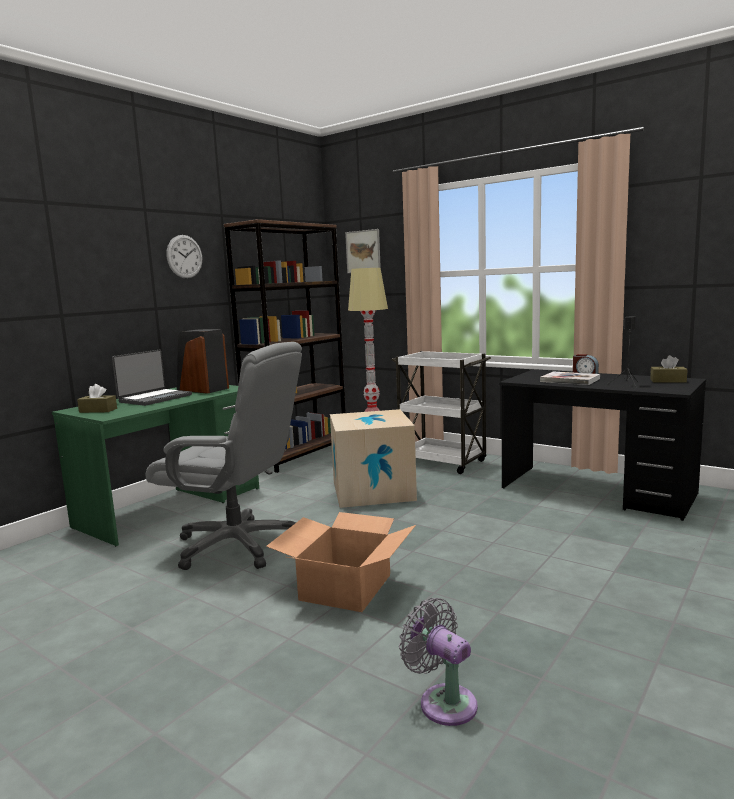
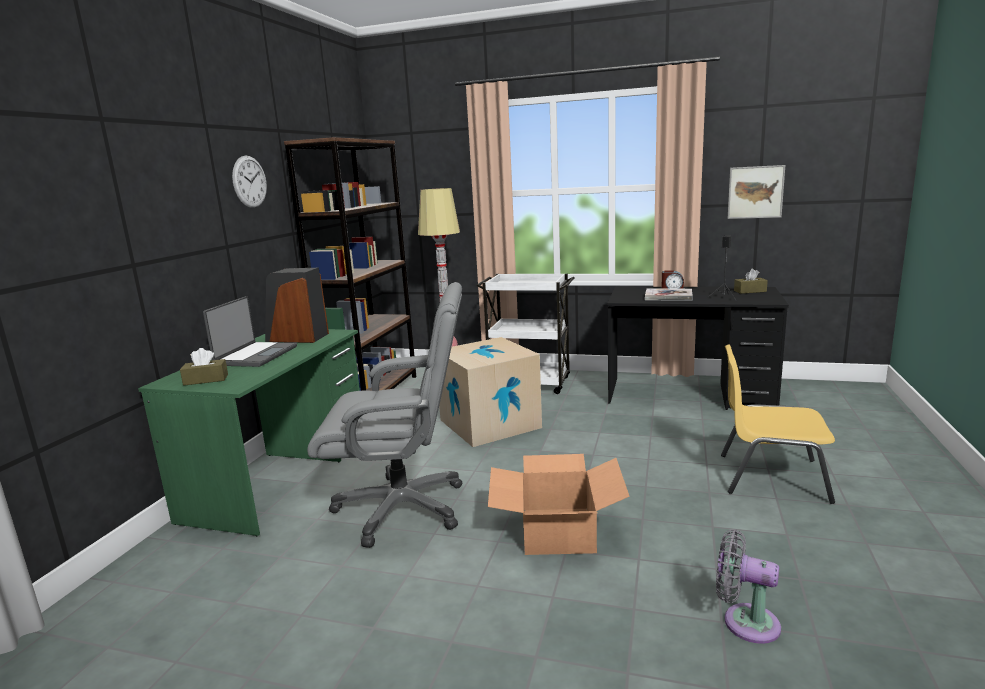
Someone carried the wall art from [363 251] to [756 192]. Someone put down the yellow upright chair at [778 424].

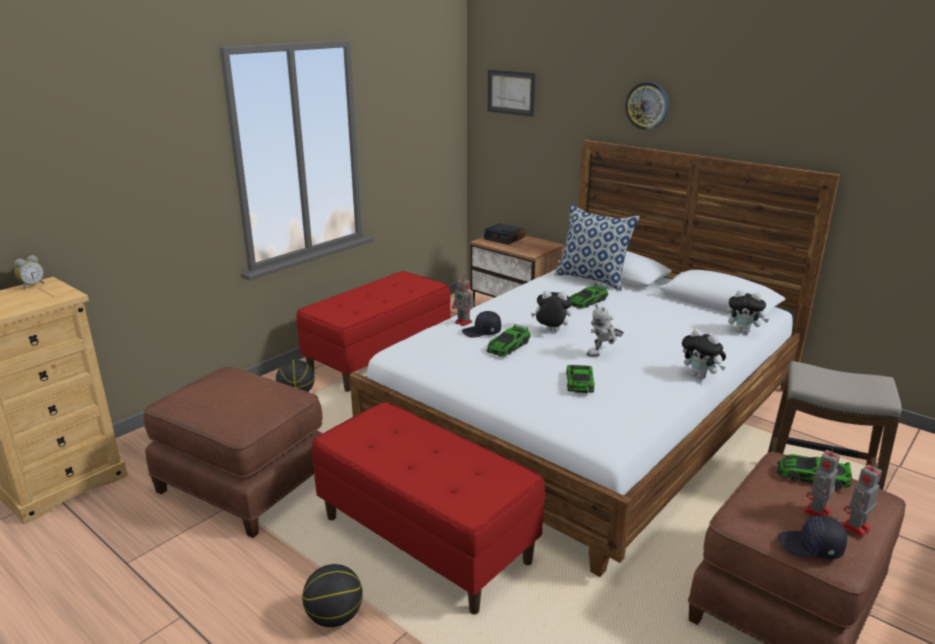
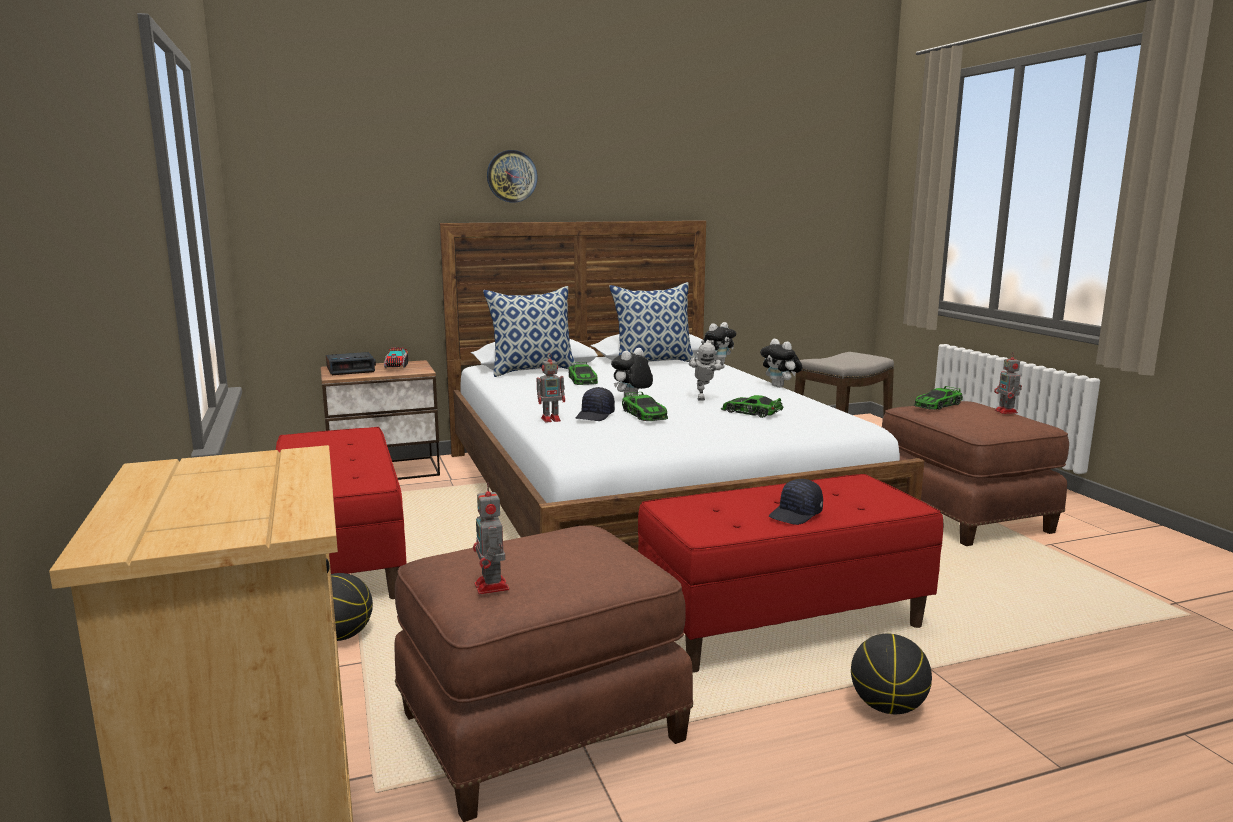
Someone took away the bedside clock at [29 272]. Someone took away the wall art at [512 93]. Someone rotated the cuddly toy at [704 354] by 75 degrees clockwise. Someone carried the blackish peaked cap from [812 537] to [796 502]. Someone carried the toy robot from [821 482] to [491 538]. Someone put down the model truck at [396 357]. Someone put down the cushion at [652 322].

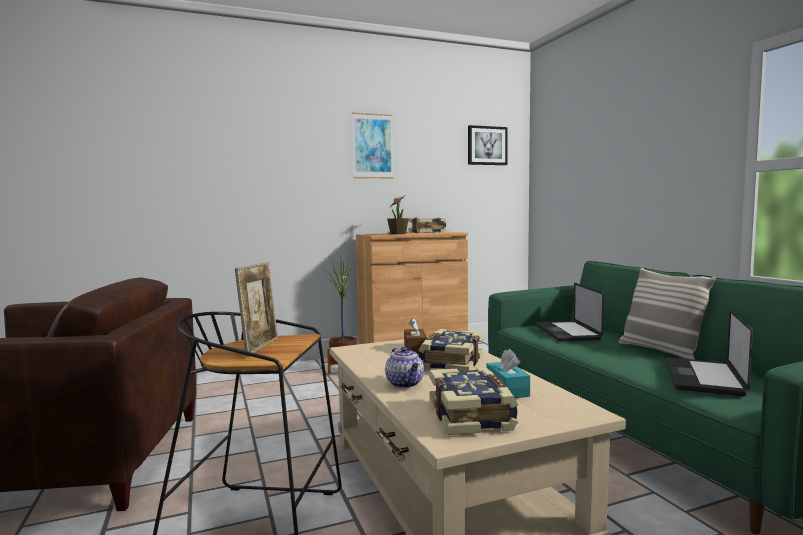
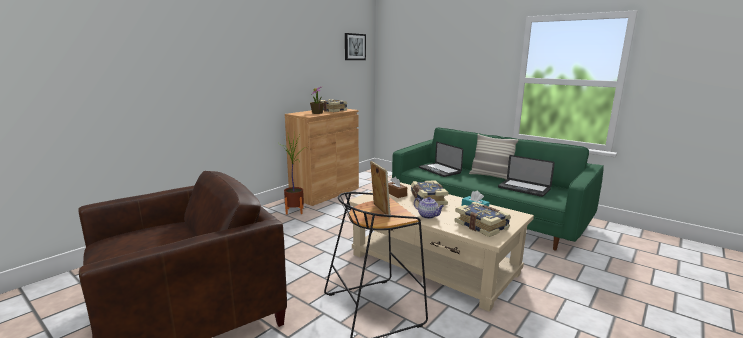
Someone took away the wall art at [373 145]. Someone rotated the notebook computer at [709 352] by 45 degrees counterclockwise.

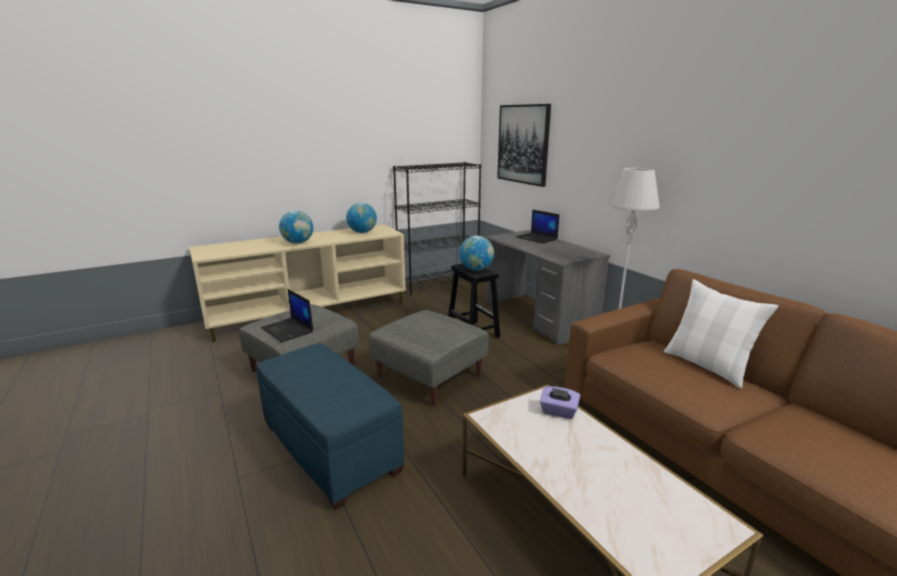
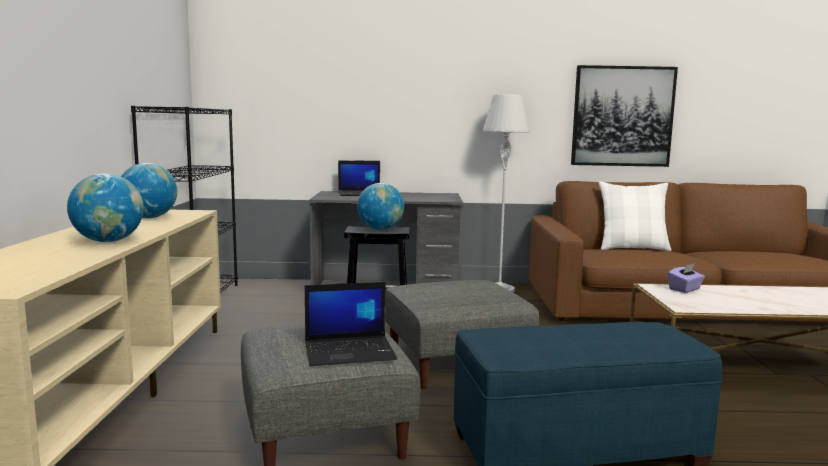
Someone carried the wall art from [524 145] to [624 116].

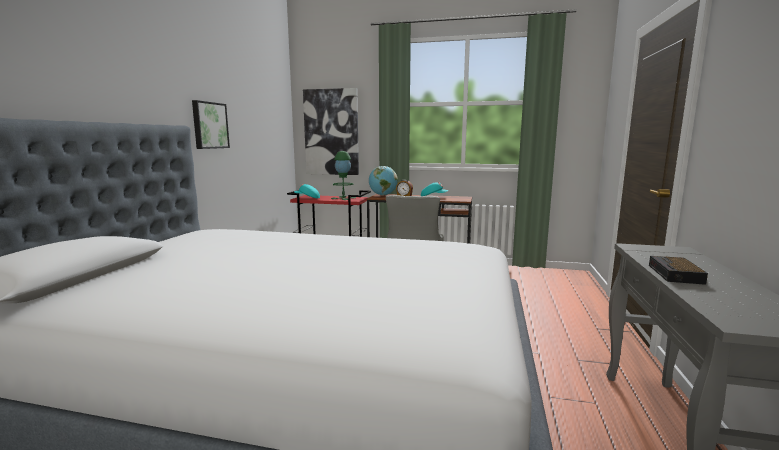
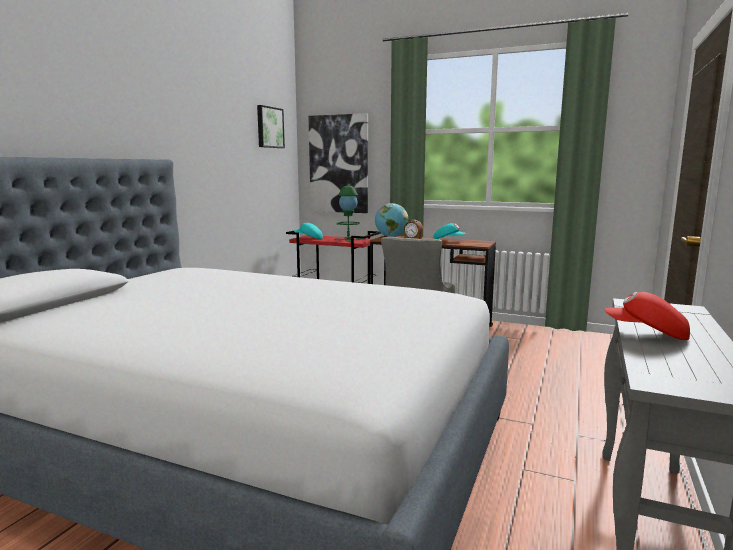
Someone carried the wall art from [211 124] to [271 126]. Someone swapped the bedside clock at [678 270] for the reddish peaked cap at [647 316].

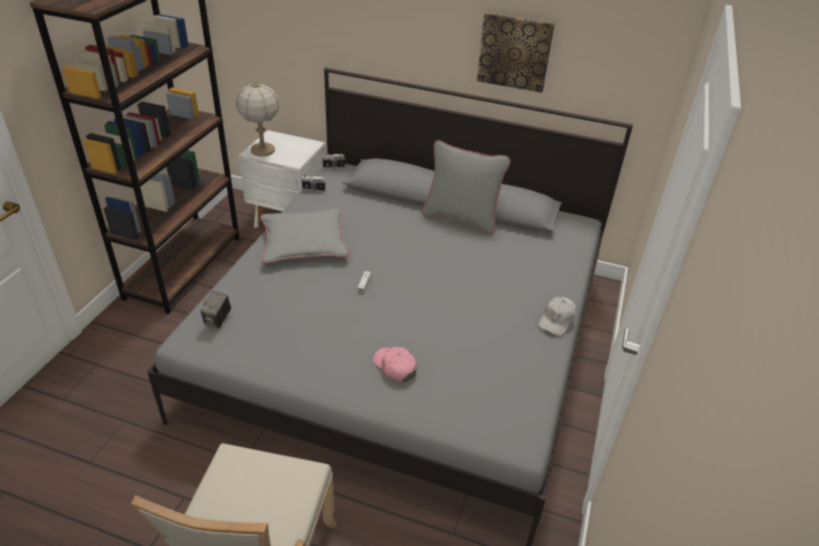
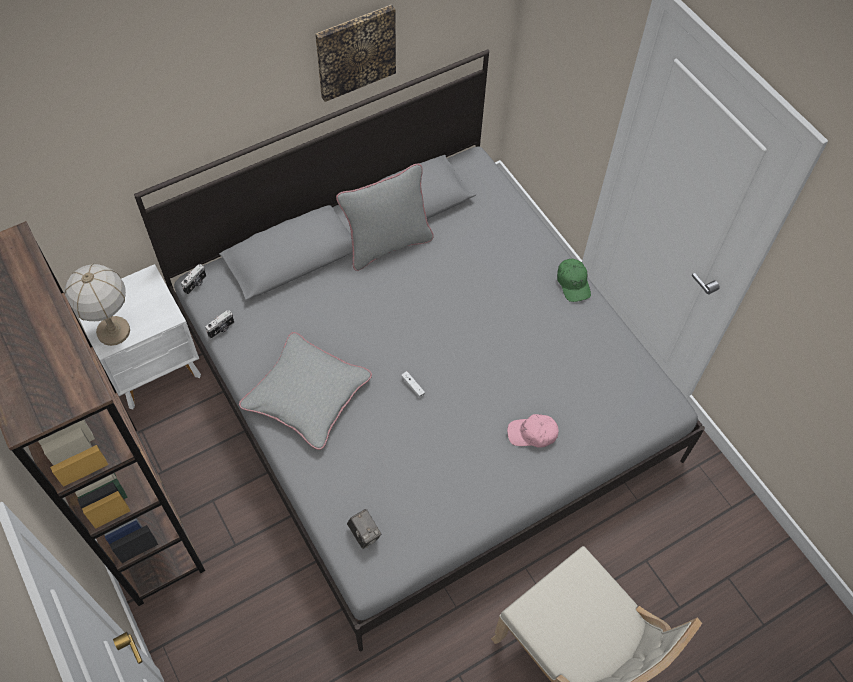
Someone repainted the white-coloured peaked cap at [557 316], which became the green peaked cap at [574 280].

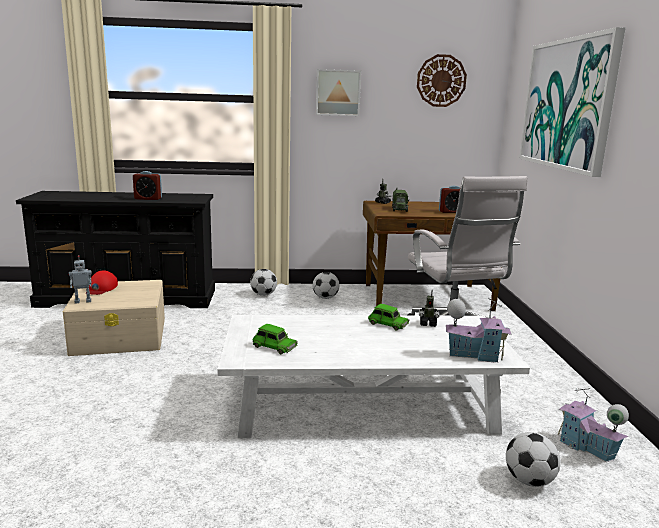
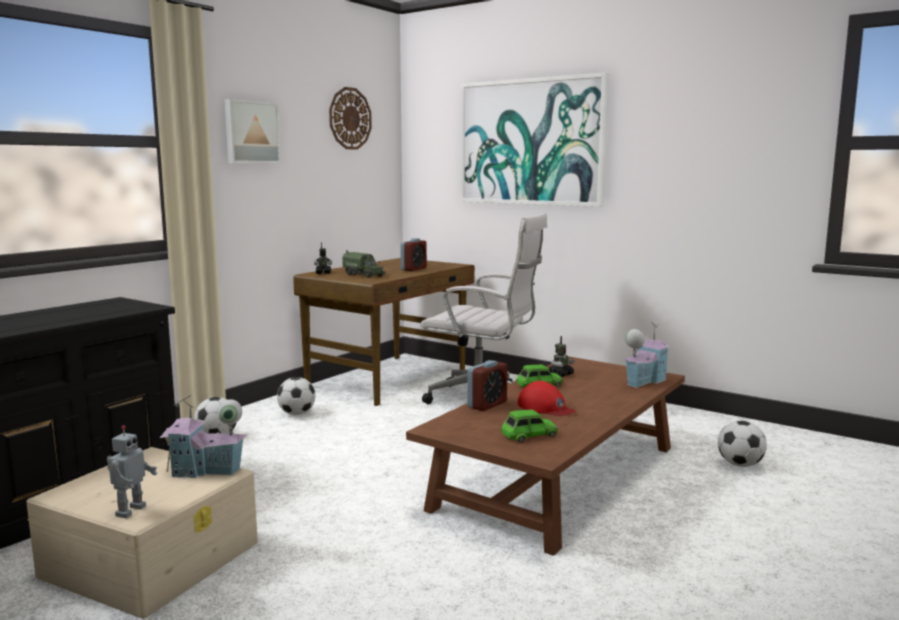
Someone carried the reddish peaked cap from [101 282] to [547 398]. Someone carried the bedside clock from [147 185] to [487 385]. Someone repainted the white-coloured lounge table at [373 376], which became the brown lounge table at [545 456]. Someone carried the model house from [593 425] to [203 437].

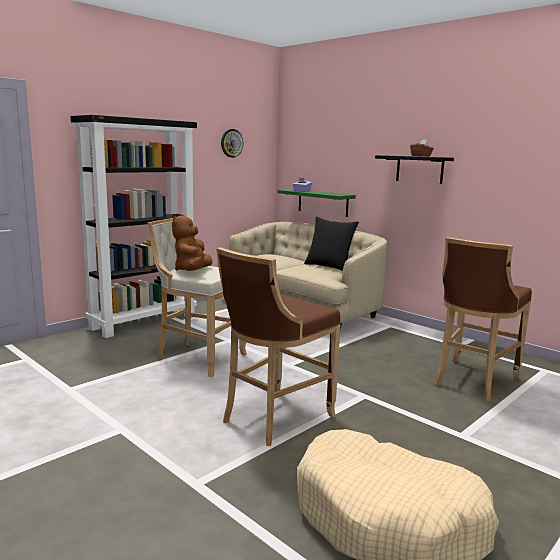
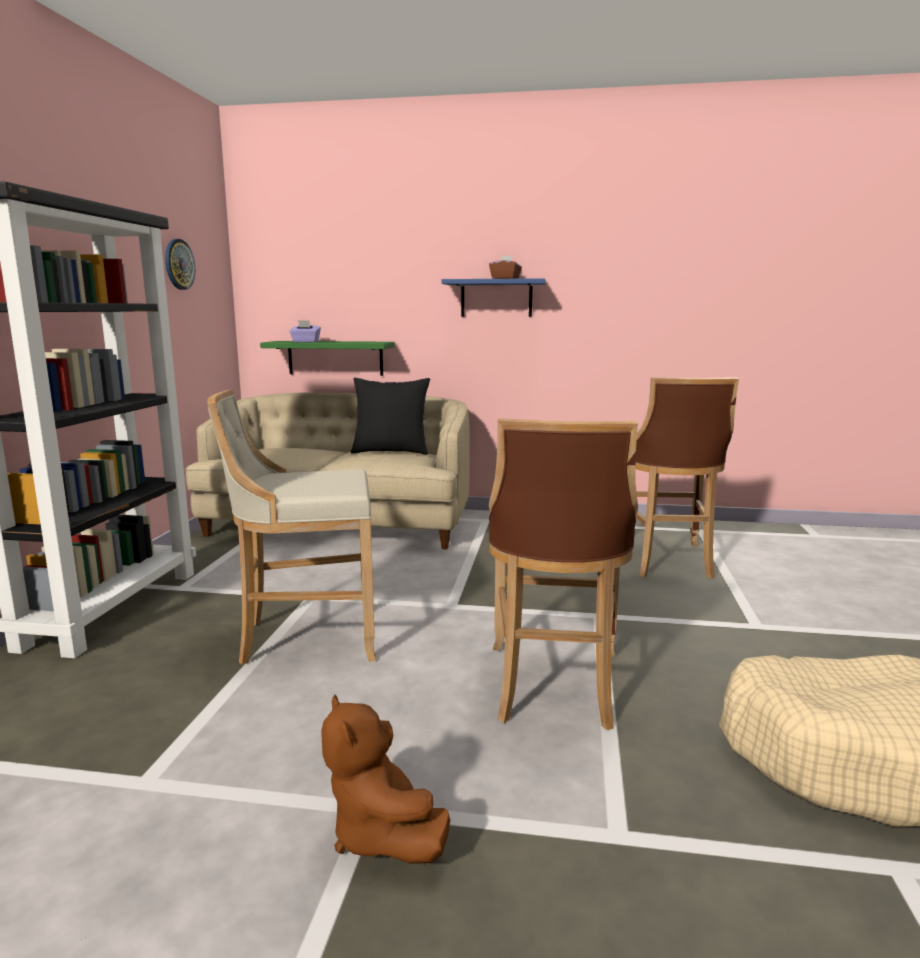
Someone carried the brown cuddly toy from [192 243] to [385 779]. Someone repainted the blackish bracket shelf at [414 169], which became the blue-coloured bracket shelf at [494 297].

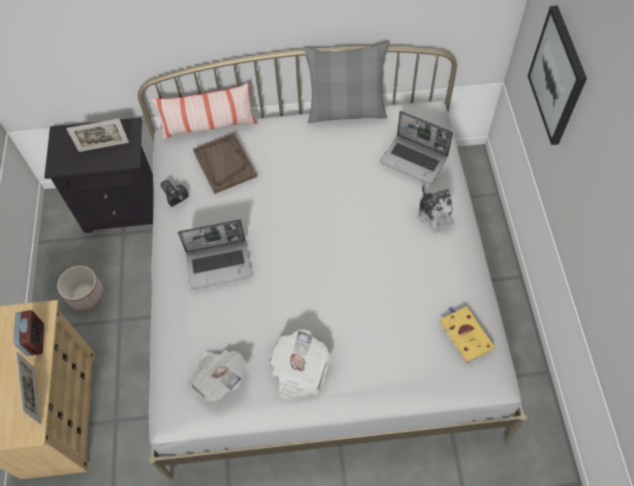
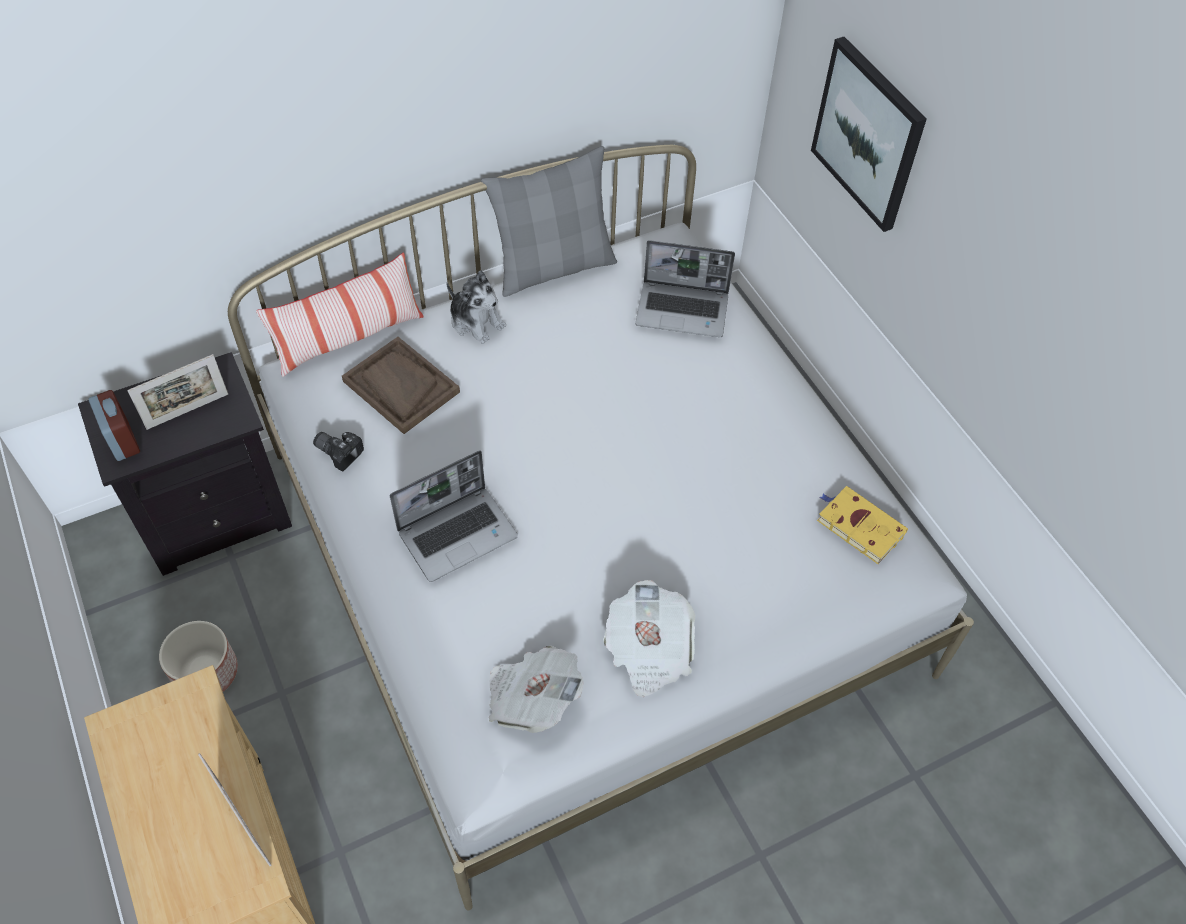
Someone carried the bedside clock from [28 333] to [114 425]. Someone carried the cuddly toy from [436 209] to [476 307].

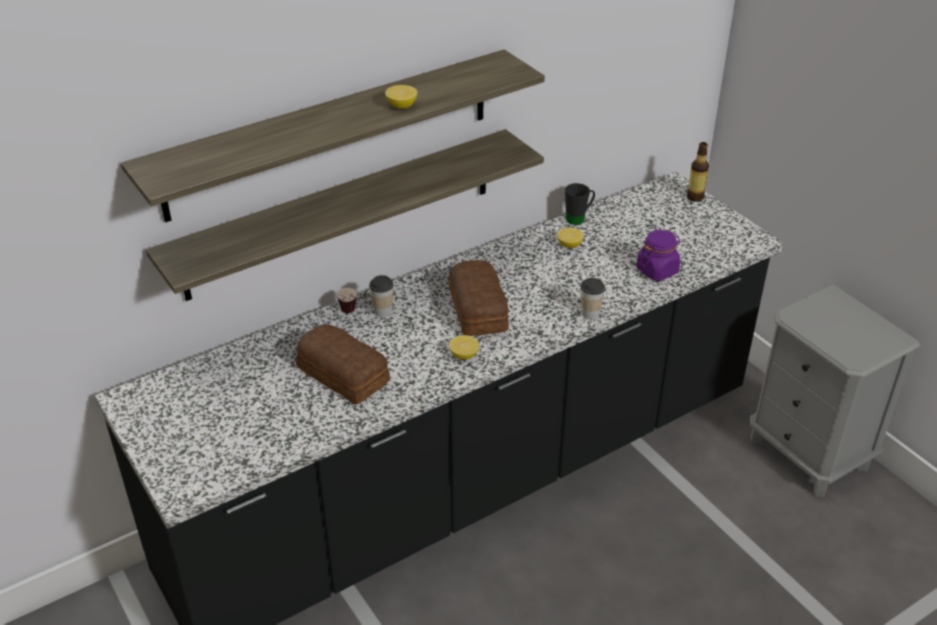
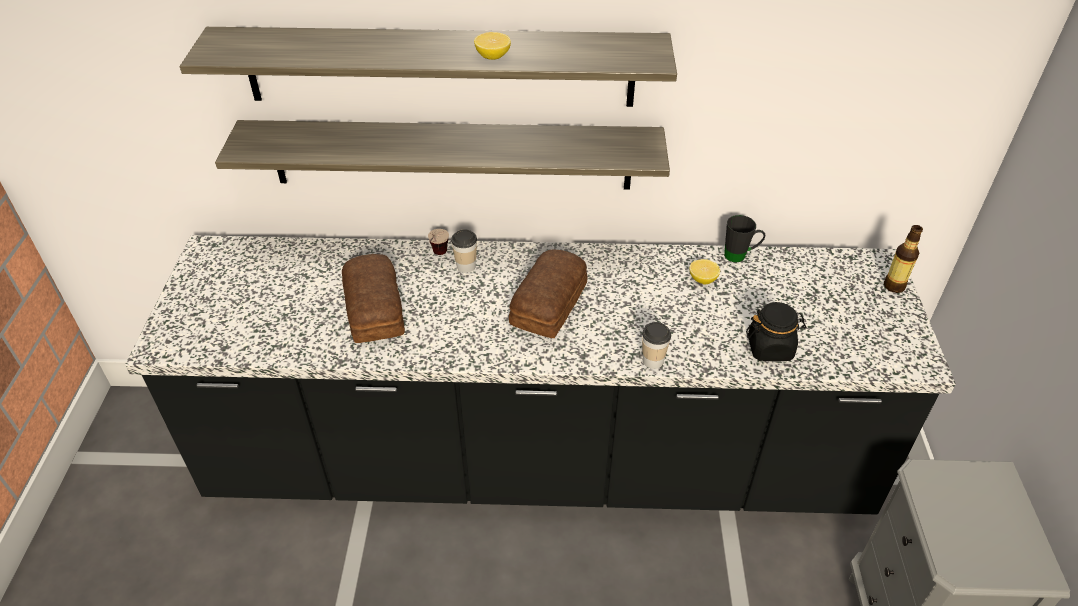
Someone took away the lemon at [464 347]. Someone repainted the purple preserve jar at [658 255], which became the blackish preserve jar at [776 332].

